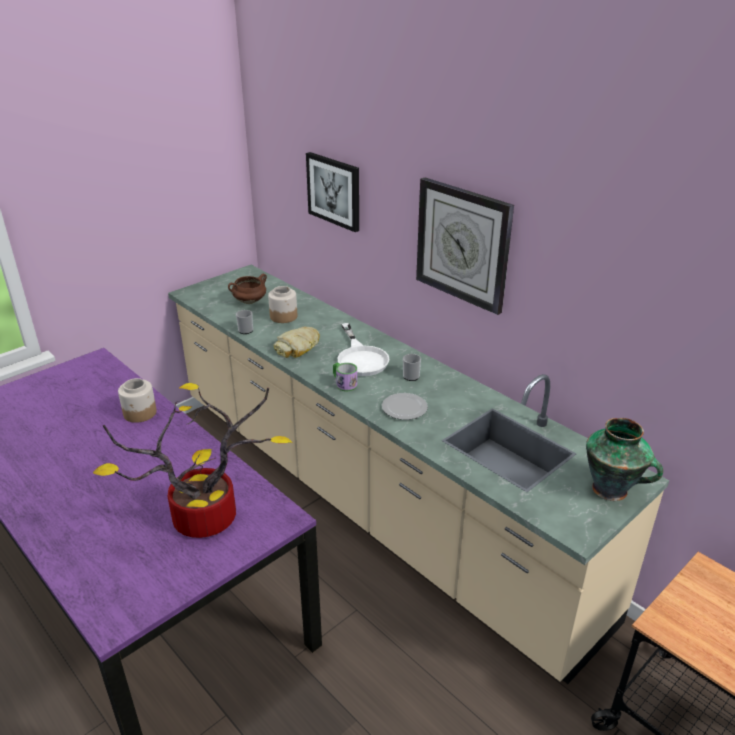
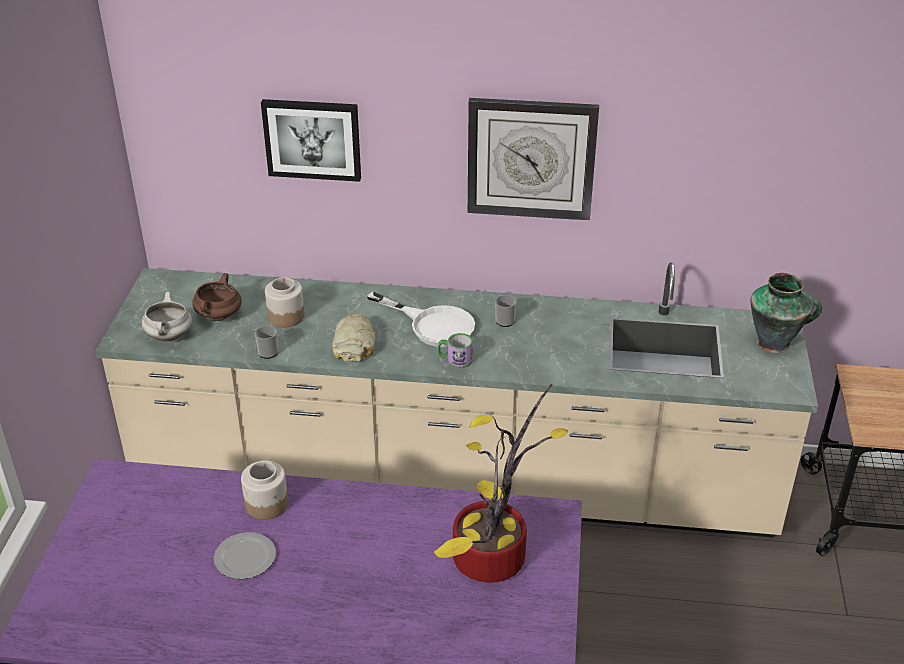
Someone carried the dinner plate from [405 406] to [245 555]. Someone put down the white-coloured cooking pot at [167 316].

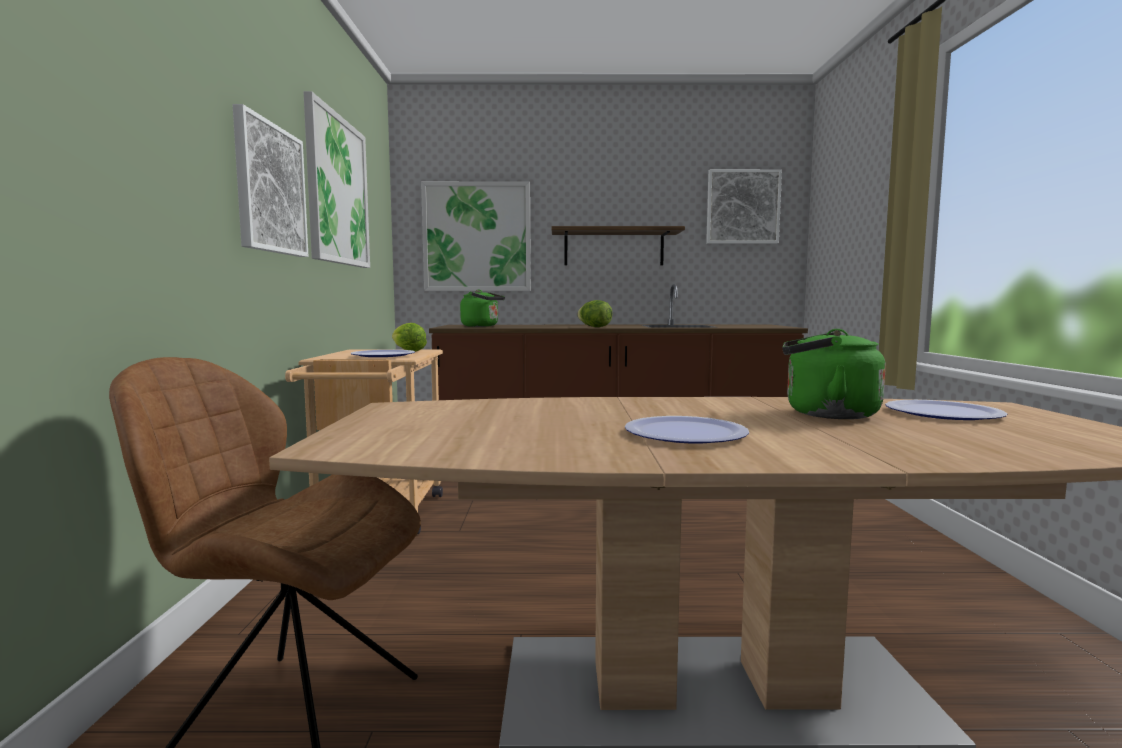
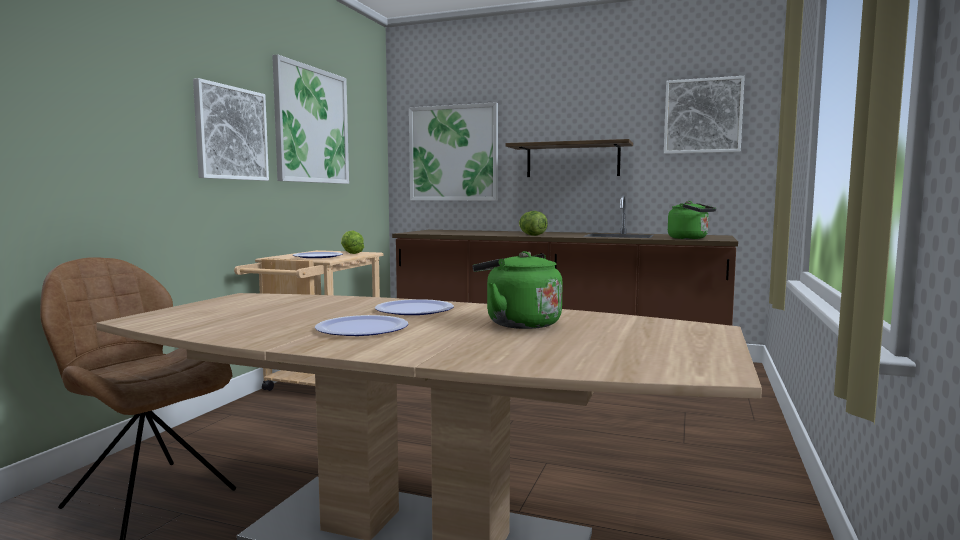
Someone carried the green water kettle from [482 308] to [692 220]. Someone carried the dinner plate from [946 410] to [414 307].

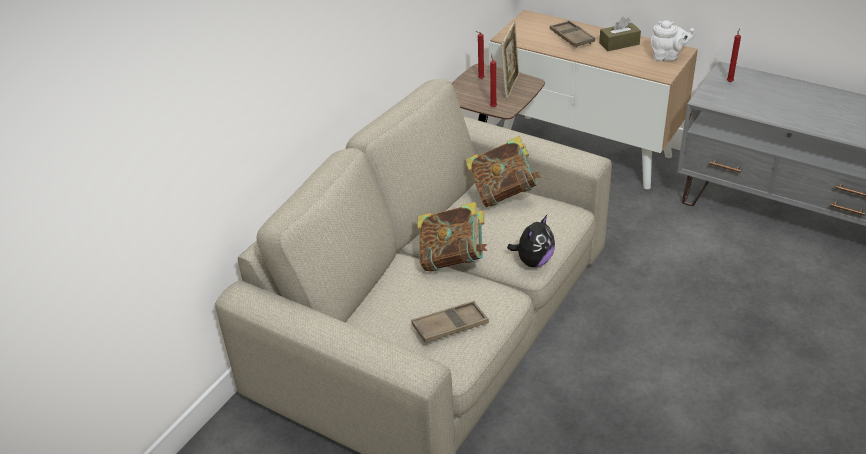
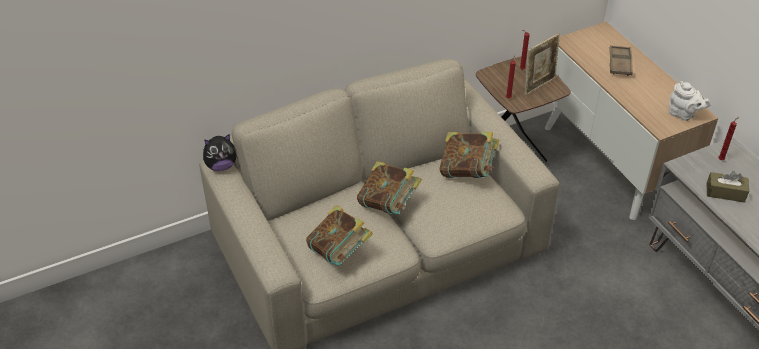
Someone swapped the brown serving tray at [450 322] for the book at [339 235]. Someone carried the cuddly toy from [531 241] to [220 152]. Someone carried the brown box of tissues from [620 34] to [728 187].

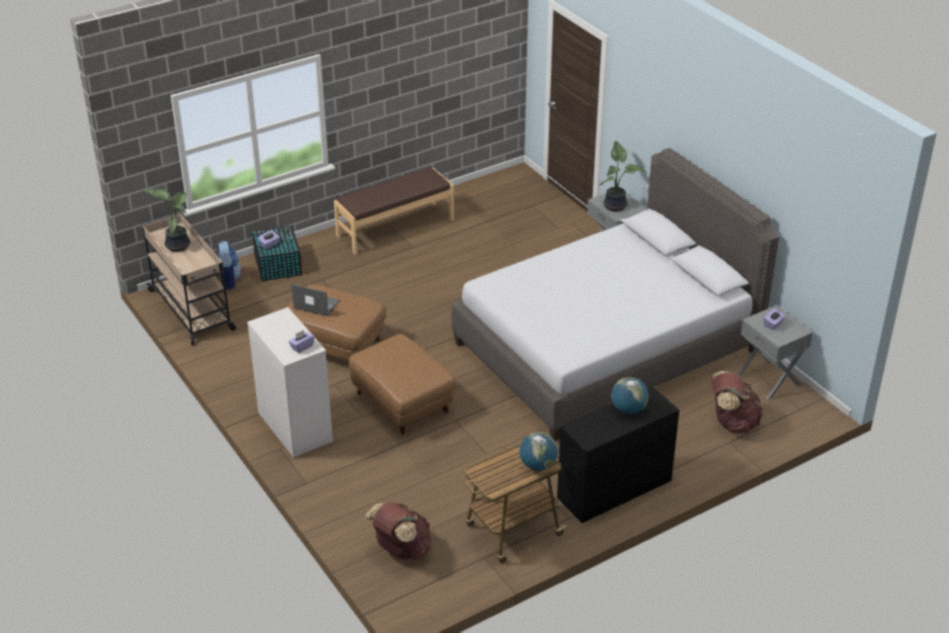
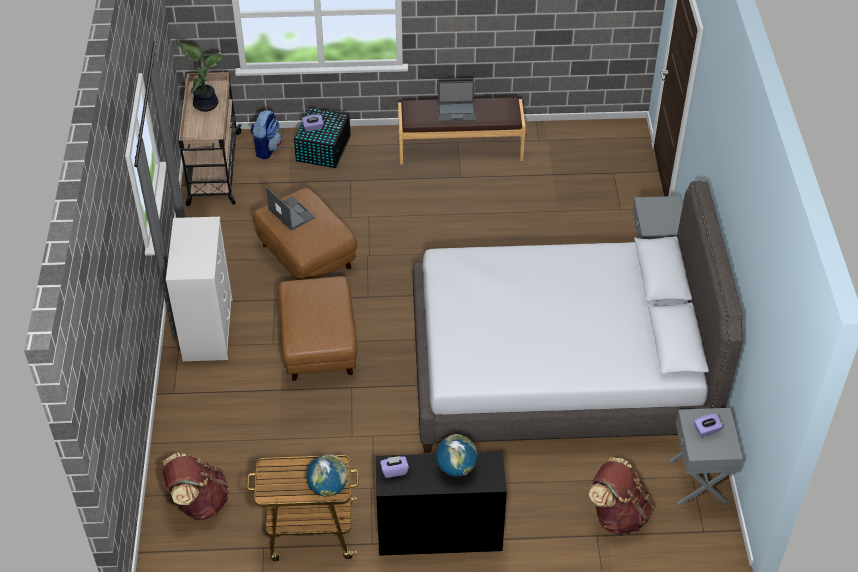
Someone carried the purple box of tissues from [302 341] to [394 467]. Someone took away the plant in a pot at [622 176]. Someone put down the notebook computer at [457 101].

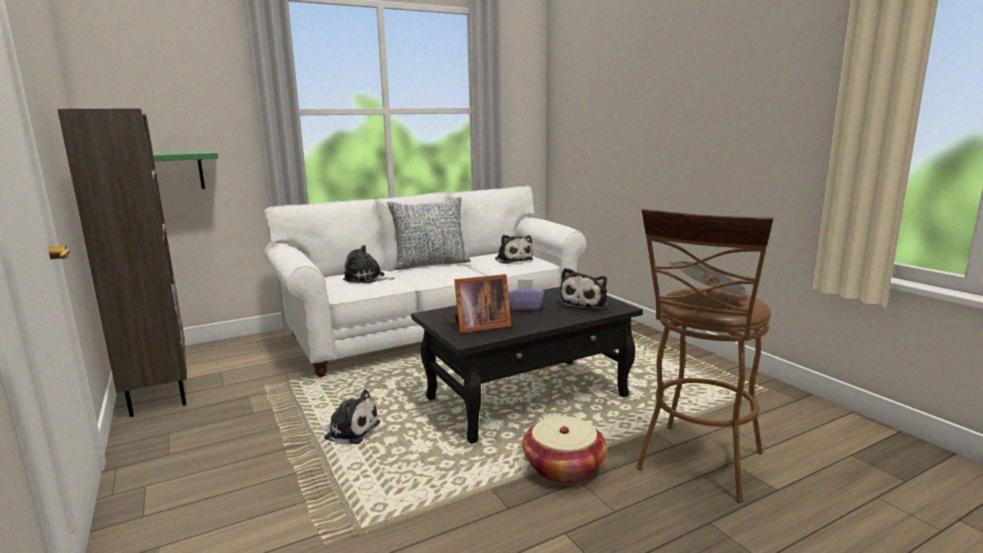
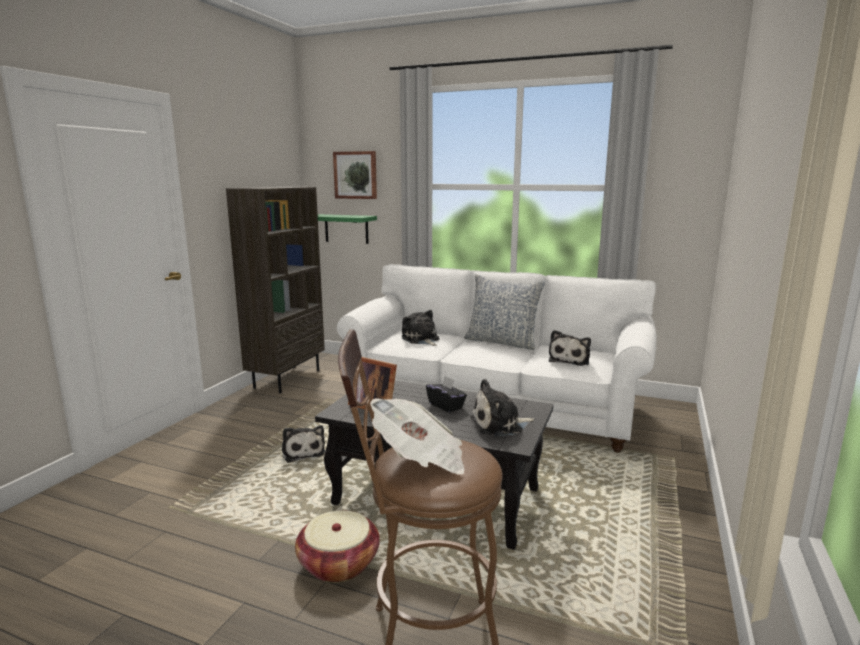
Someone repainted the purple box of tissues at [526 294], which became the blackish box of tissues at [446 394]. Someone put up the wall art at [355 175].

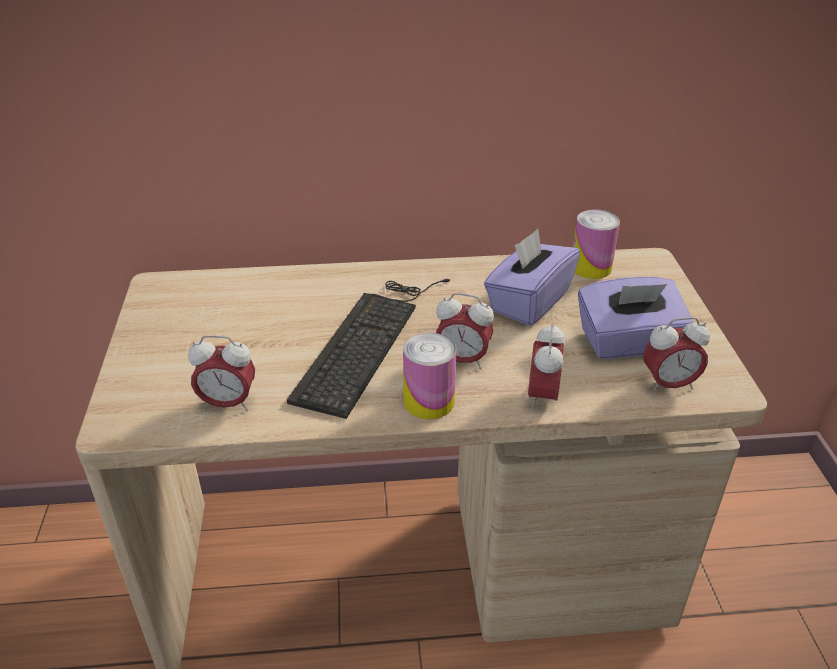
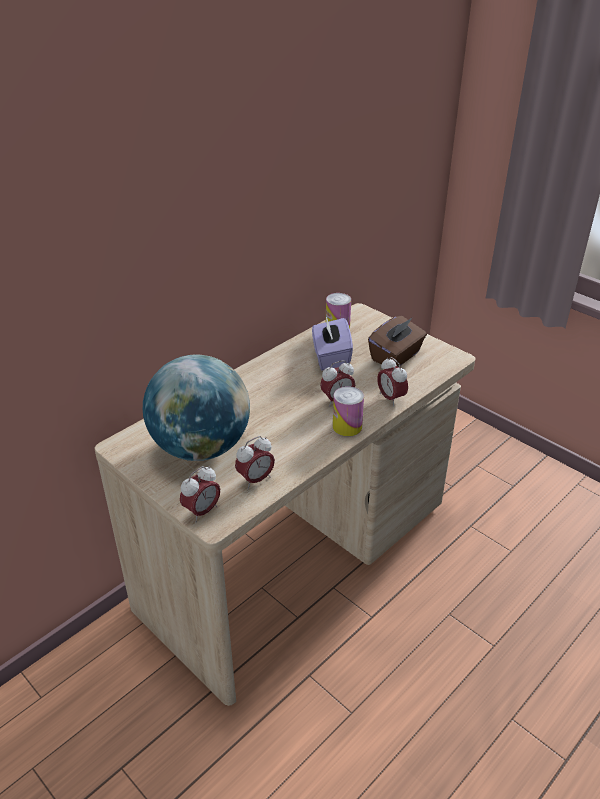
Someone took away the computer keyboard at [368 349]. Someone repainted the purple box of tissues at [636 318], which became the brown box of tissues at [397 341]. Someone carried the bedside clock from [676 355] to [200 494]. Someone put down the globe at [196 408].

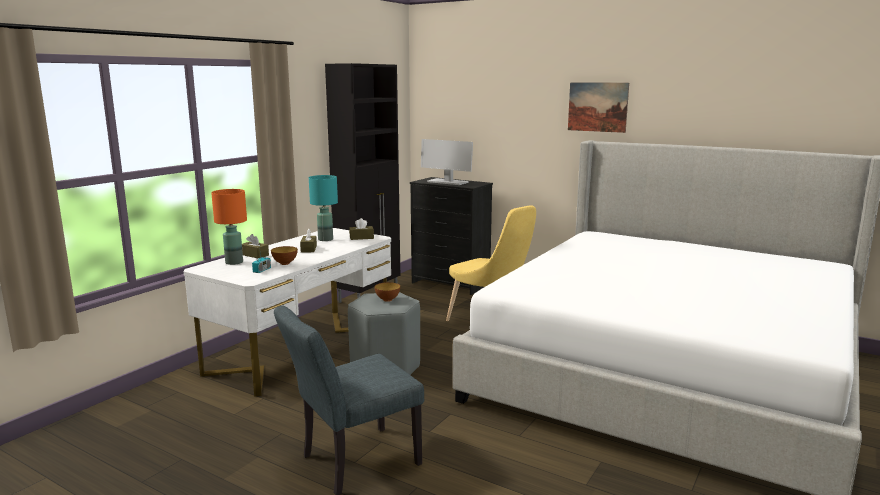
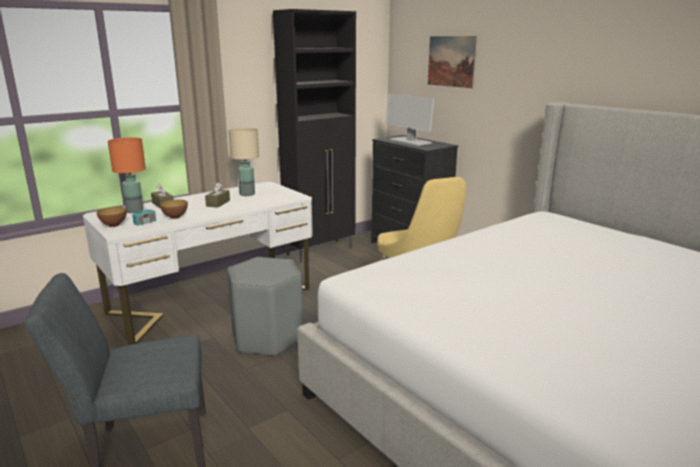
Someone repainted the turquoise tabletop lamp at [323 208], which became the beige-coloured tabletop lamp at [243 162]. Someone took away the brown box of tissues at [361 229]. Someone carried the bowl from [387 292] to [111 217]. Someone carried the wall art from [598 107] to [452 62].

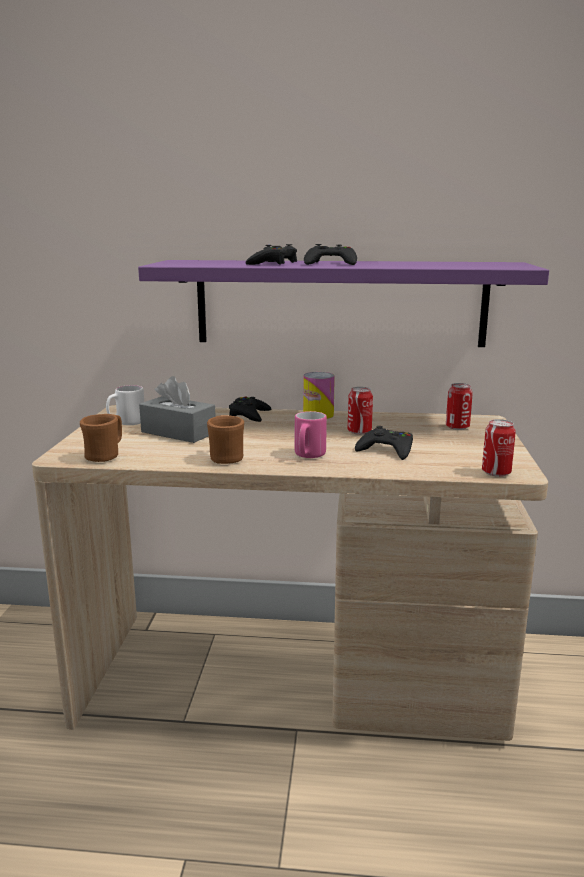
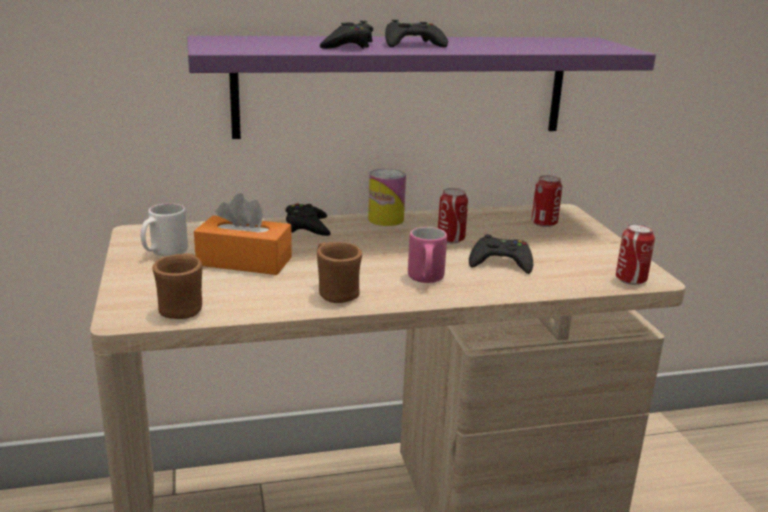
Someone repainted the greyish box of tissues at [177 409], which became the orangey box of tissues at [243 234].

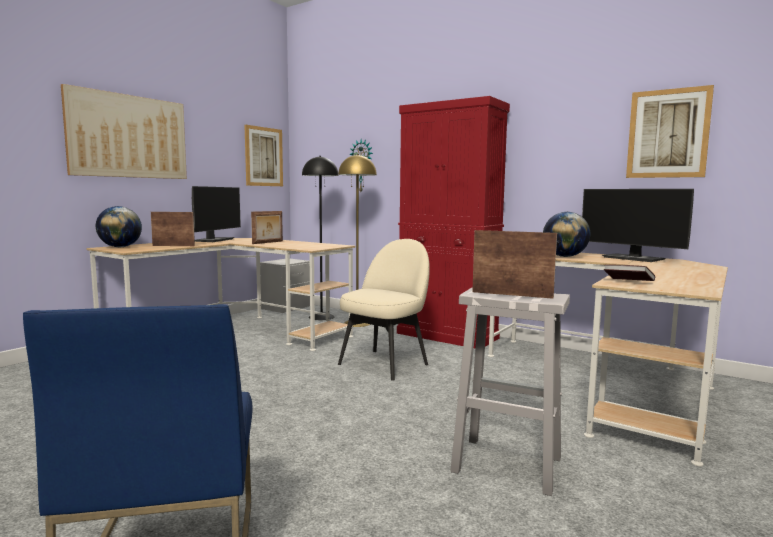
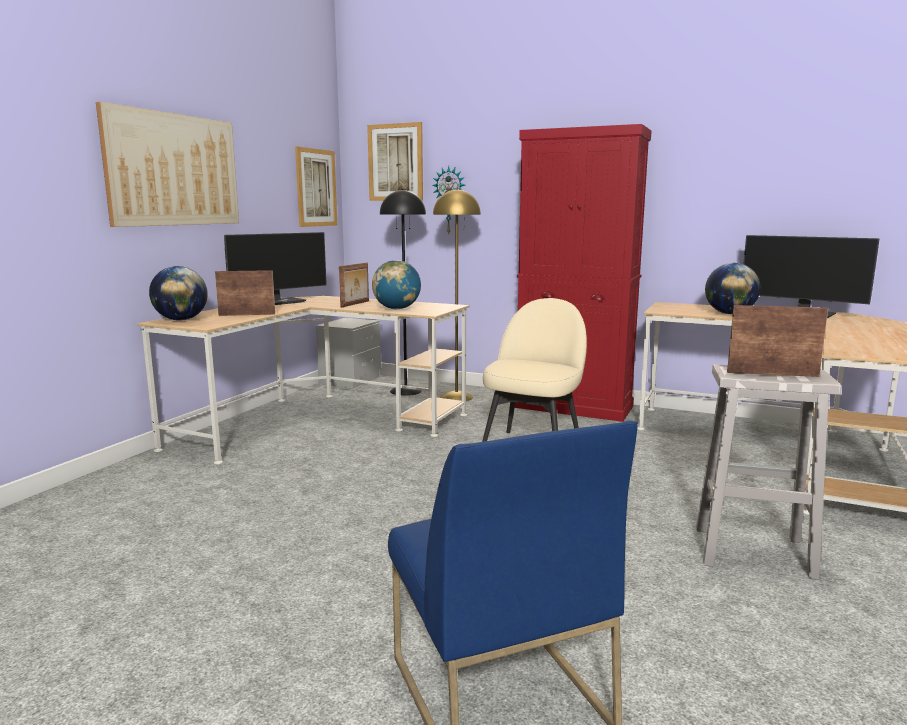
Someone rotated the monitor at [216 214] by 45 degrees clockwise. Someone took away the book at [629 273]. Someone carried the wall art from [670 131] to [395 161]. Someone put down the globe at [396 284].

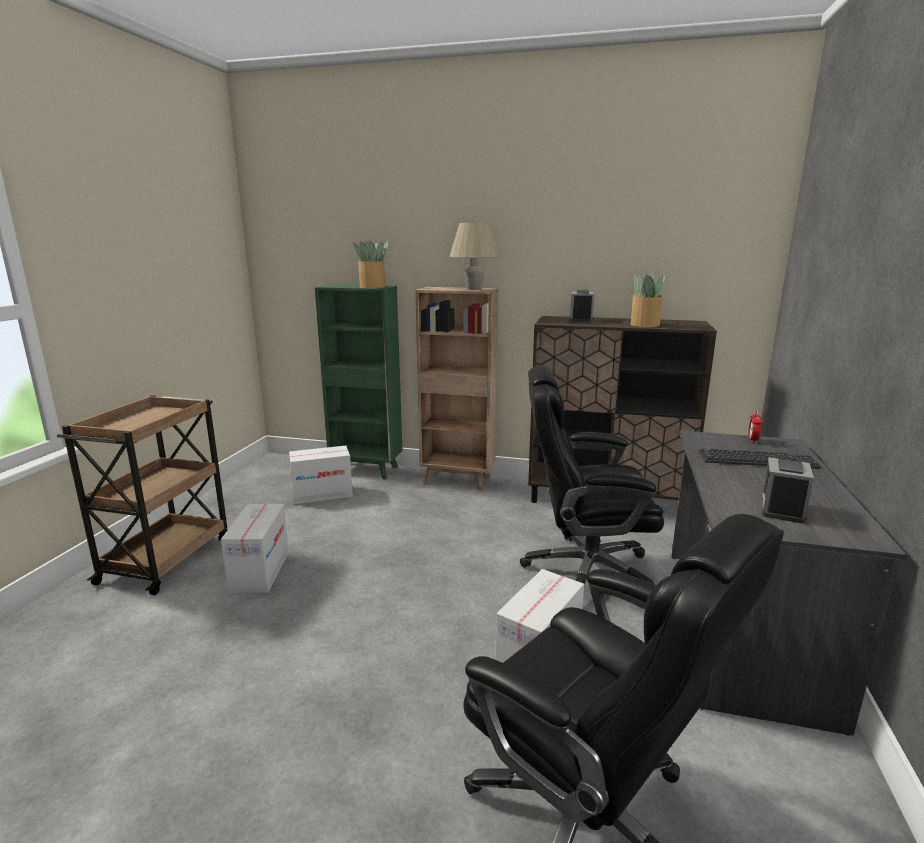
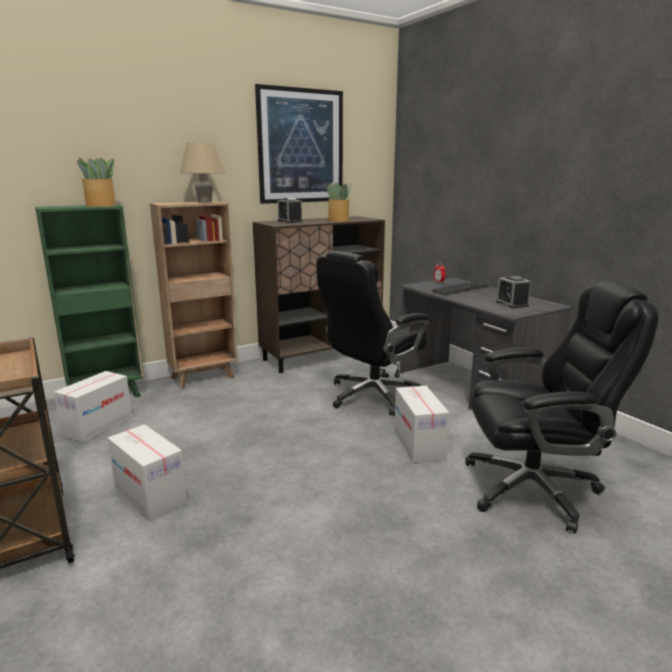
Someone put up the wall art at [299 144].

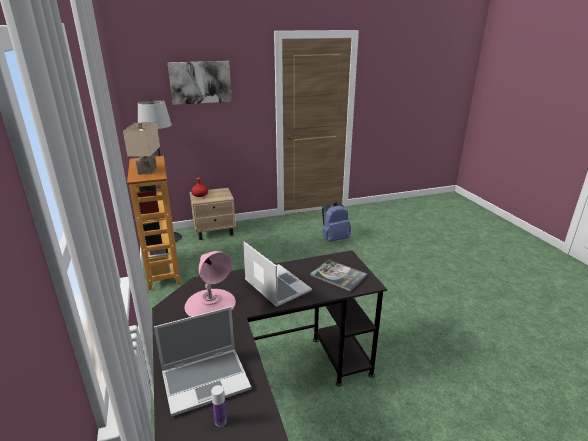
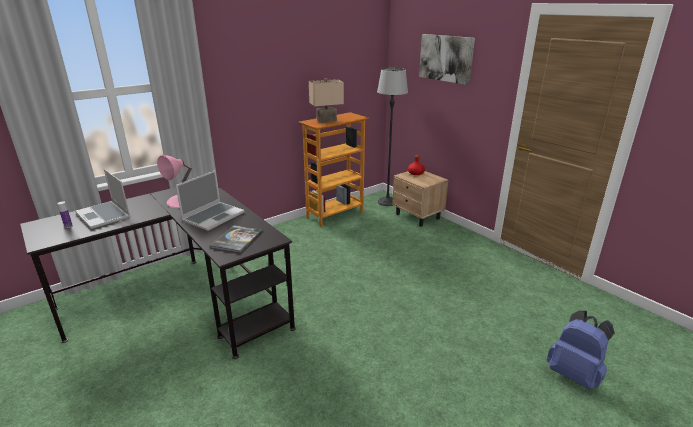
Someone carried the blue-coloured backpack from [336 221] to [581 350].

